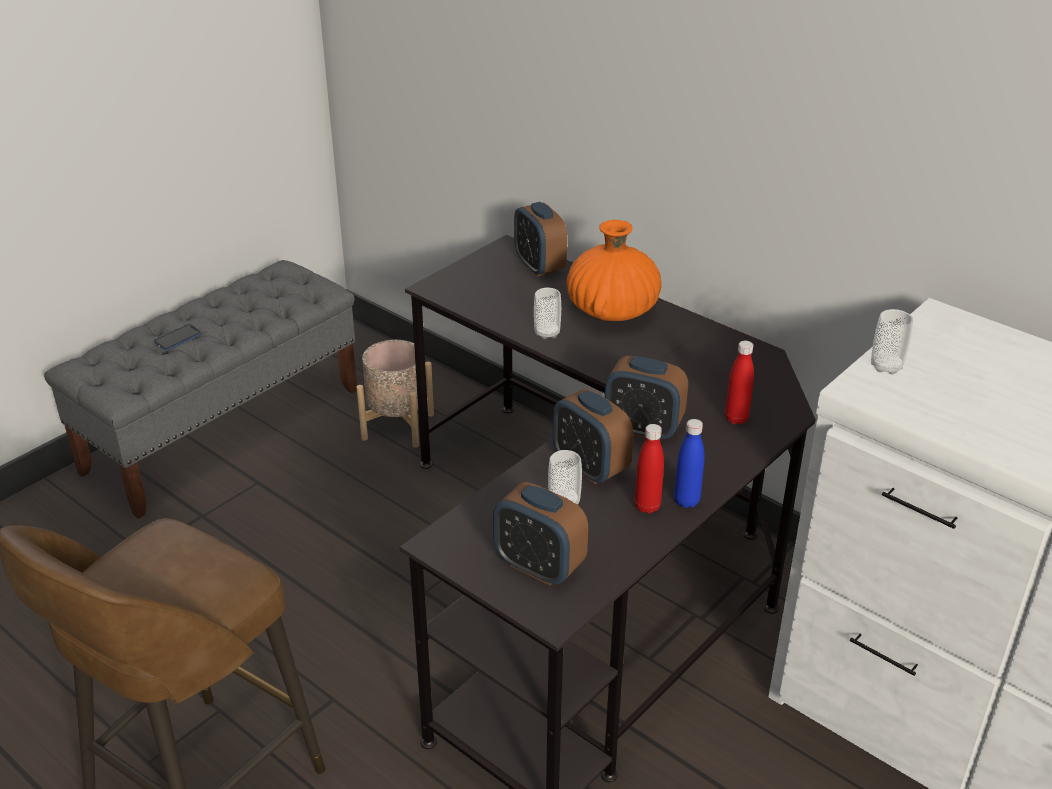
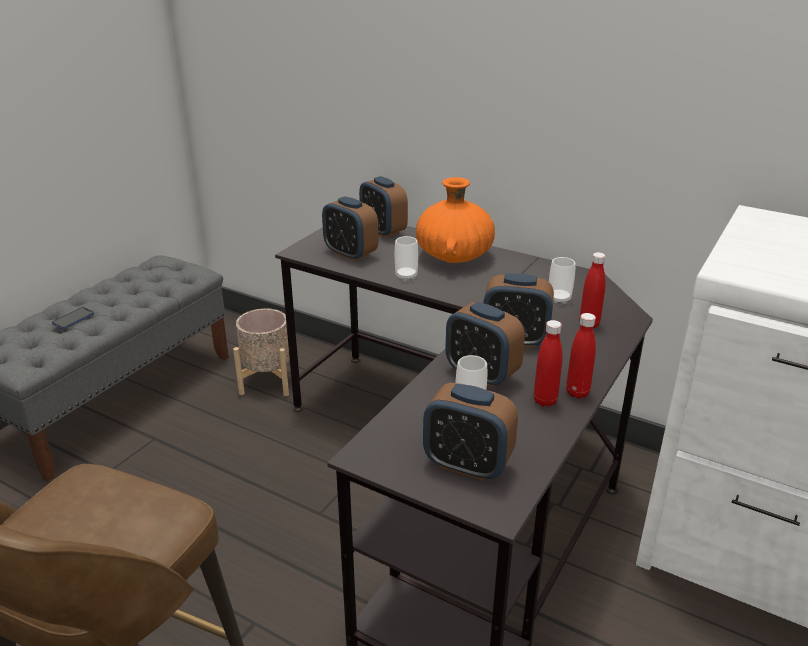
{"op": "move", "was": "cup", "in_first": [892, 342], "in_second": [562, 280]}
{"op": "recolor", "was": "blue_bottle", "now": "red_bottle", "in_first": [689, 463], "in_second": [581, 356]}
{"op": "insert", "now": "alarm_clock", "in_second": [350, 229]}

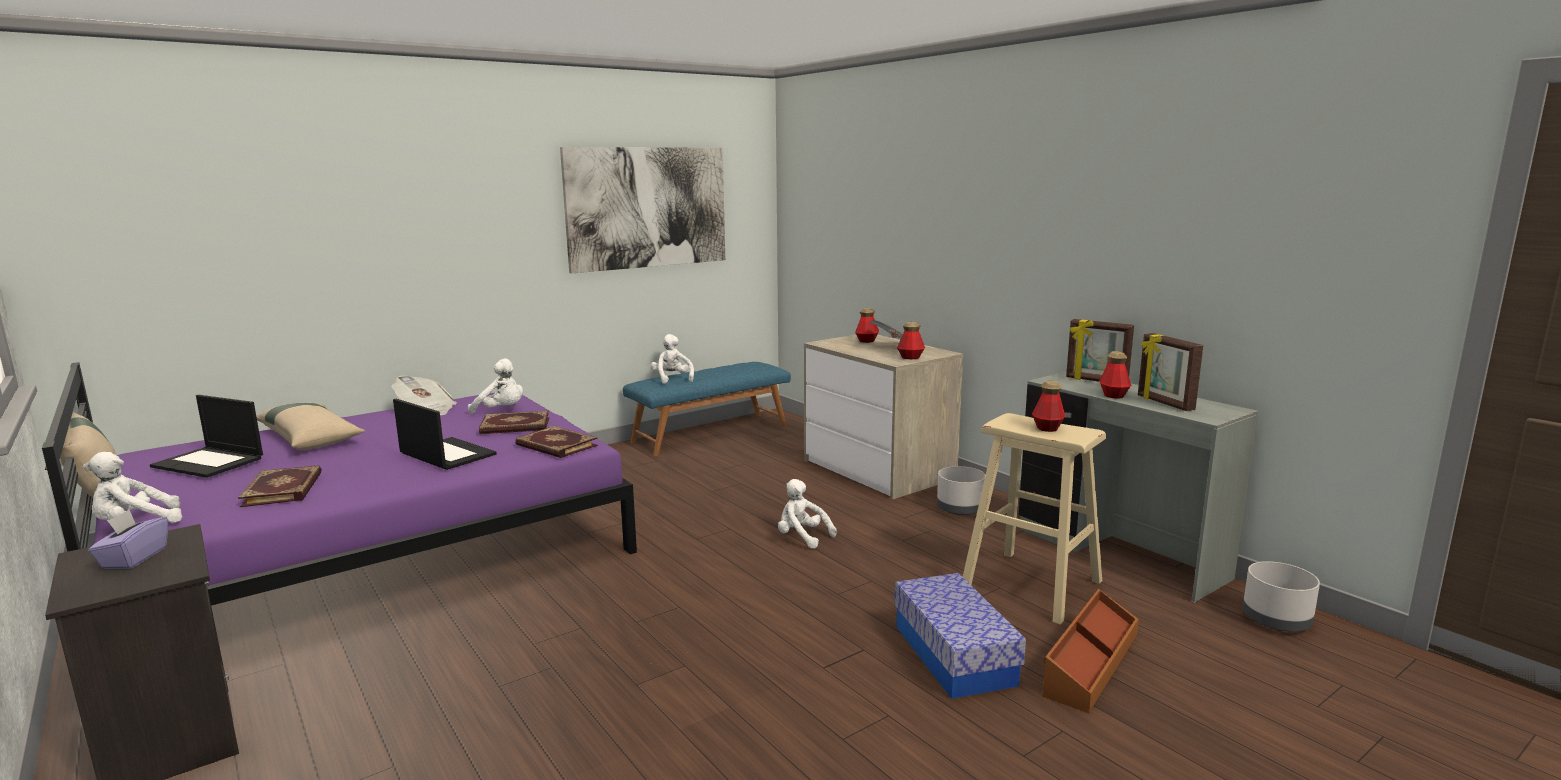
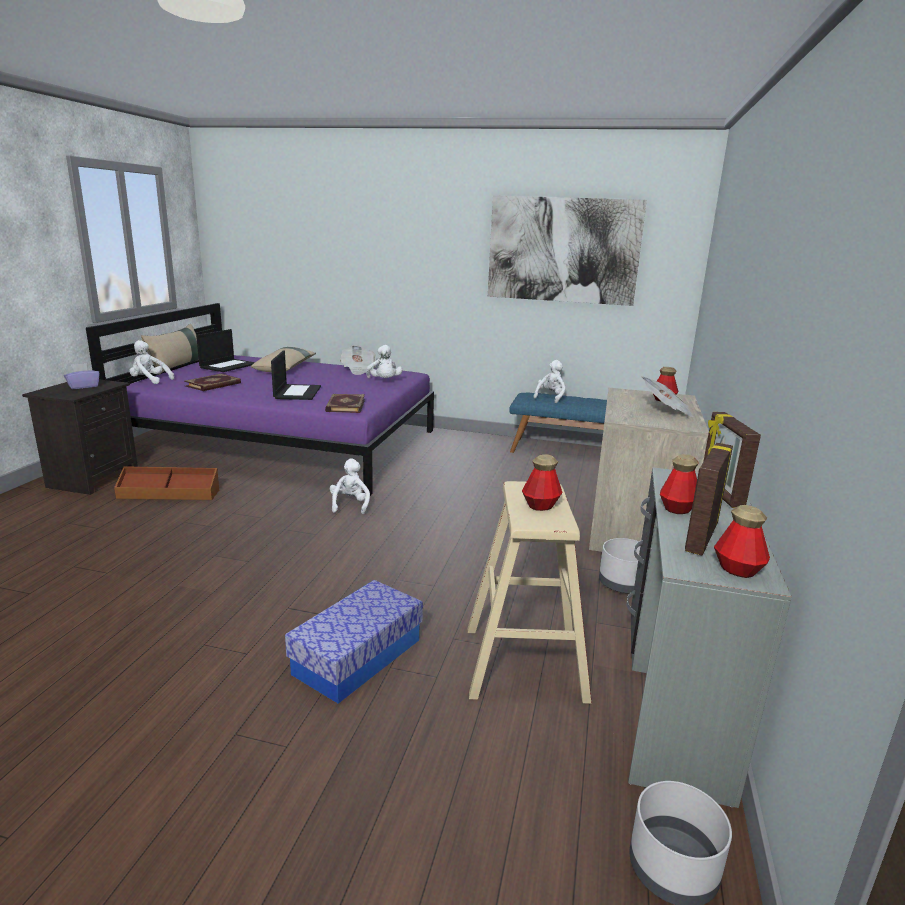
{"op": "move", "was": "bottle", "in_first": [911, 340], "in_second": [742, 541]}
{"op": "rotate", "was": "laptop", "in_first": [206, 436], "in_second": [225, 350], "clockwise": -135}
{"op": "delete", "was": "book", "in_first": [514, 422]}
{"op": "move", "was": "white_plush_toy", "in_first": [807, 514], "in_second": [350, 486]}
{"op": "move", "was": "brown_storage_box", "in_first": [1090, 651], "in_second": [166, 483]}

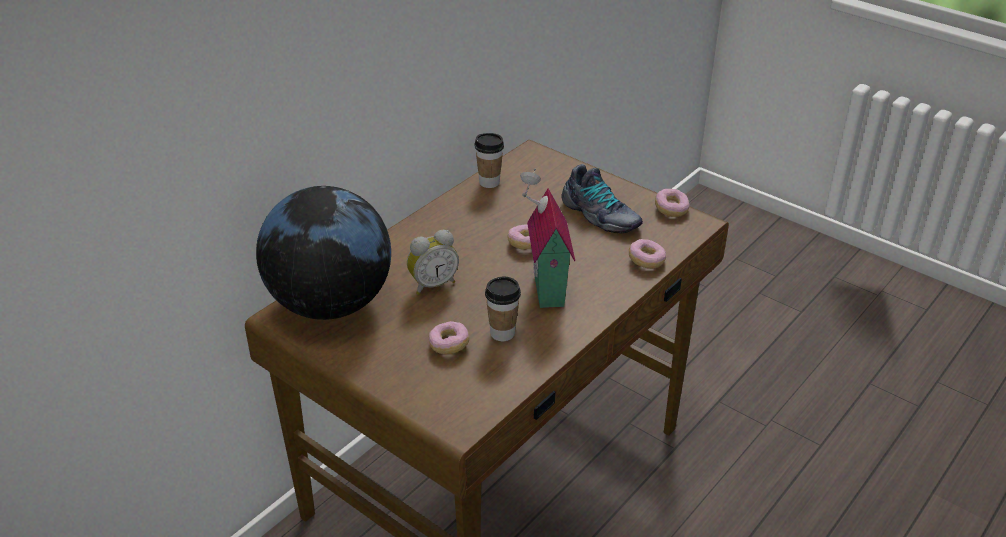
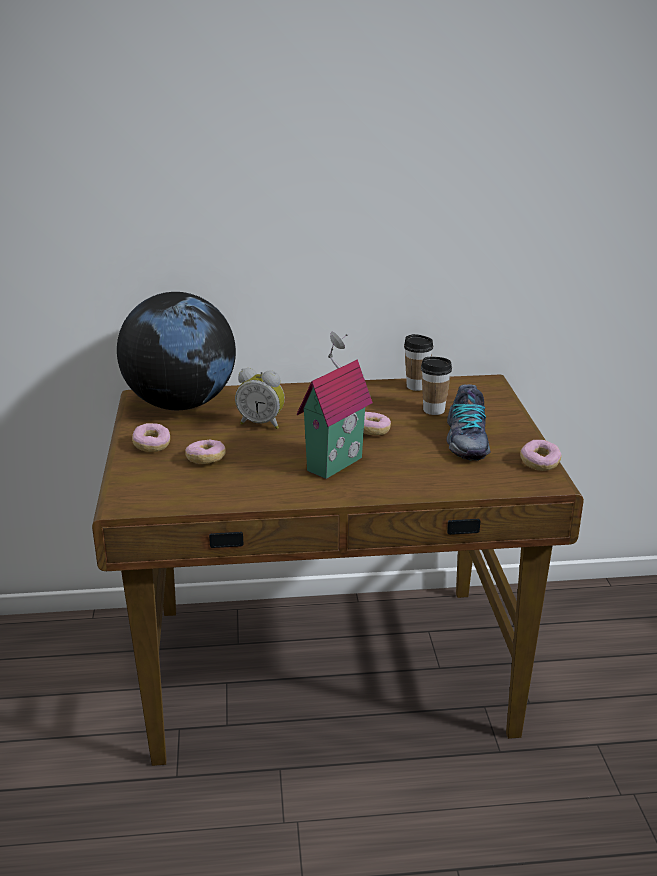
{"op": "move", "was": "donut", "in_first": [647, 254], "in_second": [151, 437]}
{"op": "move", "was": "cup", "in_first": [503, 309], "in_second": [436, 386]}

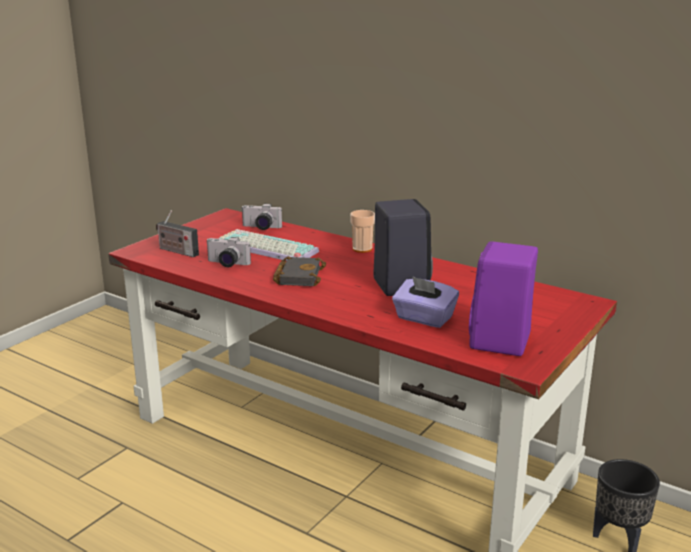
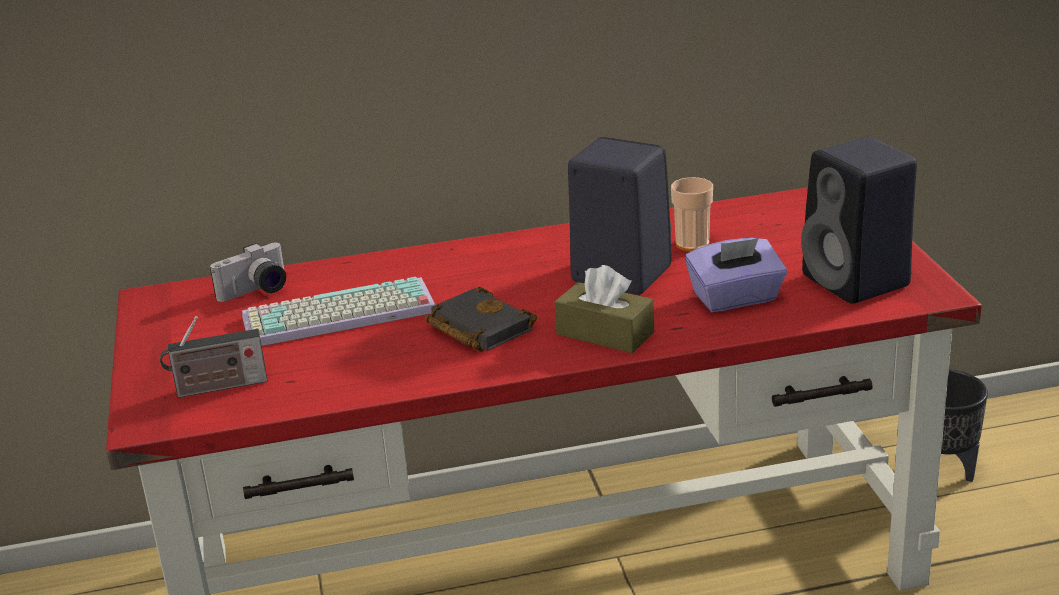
{"op": "move", "was": "cup", "in_first": [362, 231], "in_second": [692, 214]}
{"op": "delete", "was": "photo_camera", "in_first": [229, 252]}
{"op": "recolor", "was": "purple_speaker", "now": "black_speaker", "in_first": [503, 298], "in_second": [859, 220]}
{"op": "insert", "now": "brown_tissue_box", "in_second": [604, 309]}

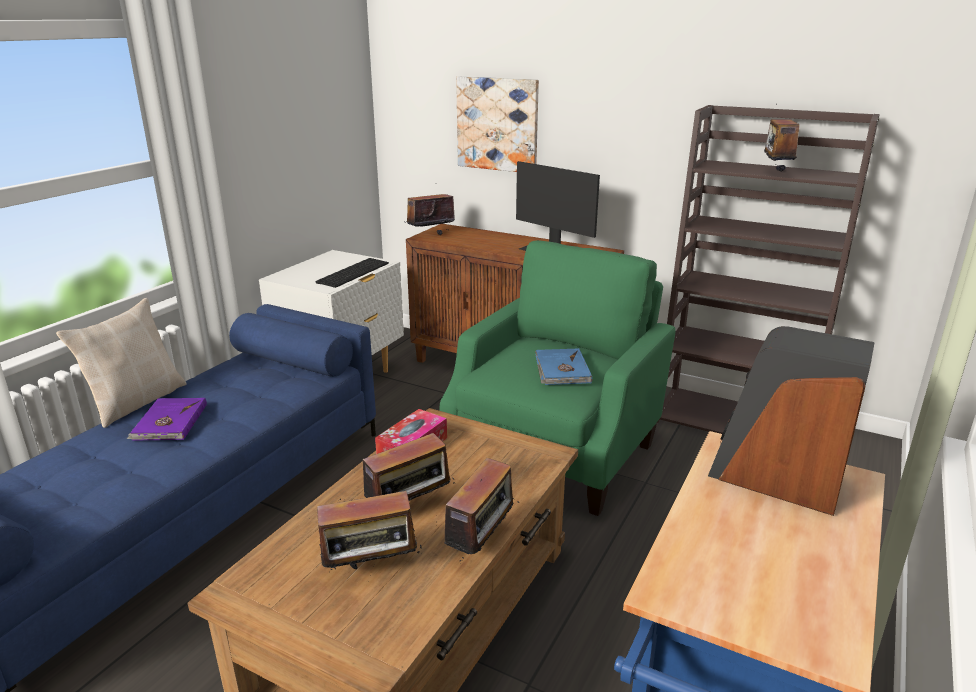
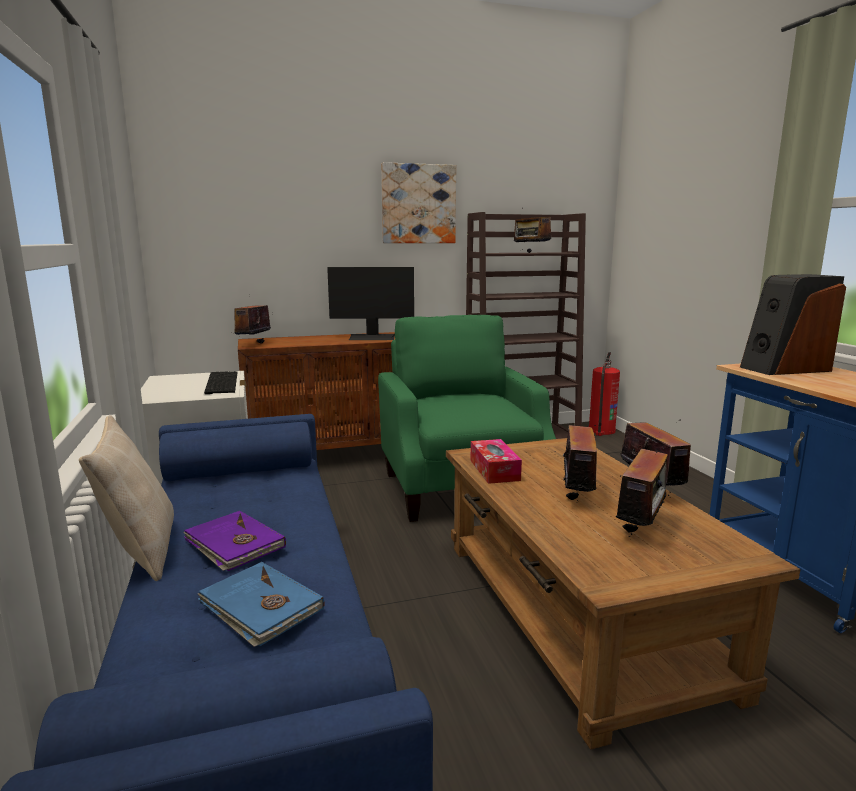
{"op": "move", "was": "picture", "in_first": [497, 124], "in_second": [418, 202]}
{"op": "move", "was": "blue_book", "in_first": [563, 366], "in_second": [260, 604]}
{"op": "insert", "now": "fire_extinguisher", "in_second": [604, 394]}

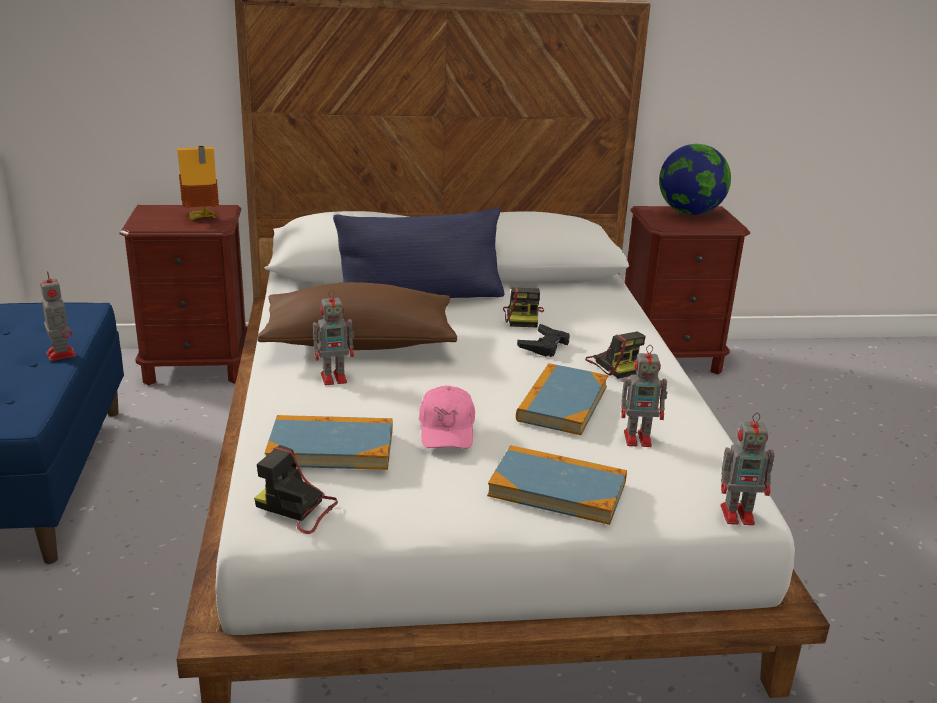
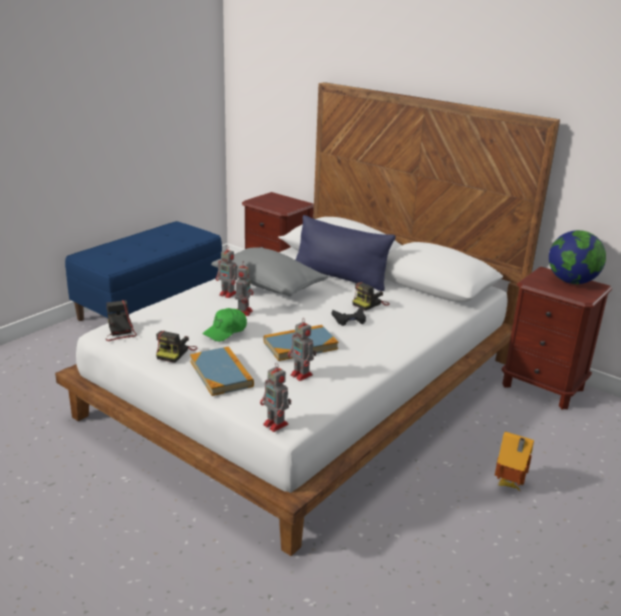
{"op": "move", "was": "toy_house", "in_first": [198, 183], "in_second": [514, 460]}
{"op": "move", "was": "toy_robot", "in_first": [58, 316], "in_second": [244, 288]}
{"op": "recolor", "was": "brown_pillow", "now": "grey_pillow", "in_first": [357, 316], "in_second": [269, 272]}
{"op": "move", "was": "photo_camera", "in_first": [615, 355], "in_second": [177, 347]}
{"op": "recolor", "was": "pink_cap", "now": "green_cap", "in_first": [447, 417], "in_second": [225, 325]}
{"op": "delete", "was": "book", "in_first": [329, 442]}

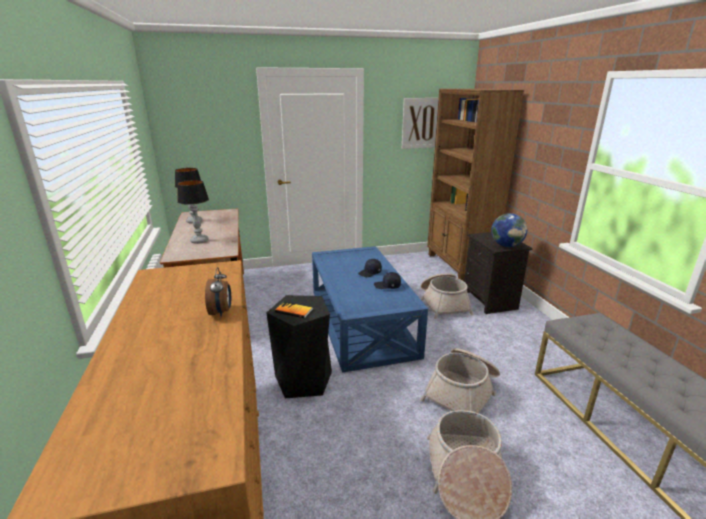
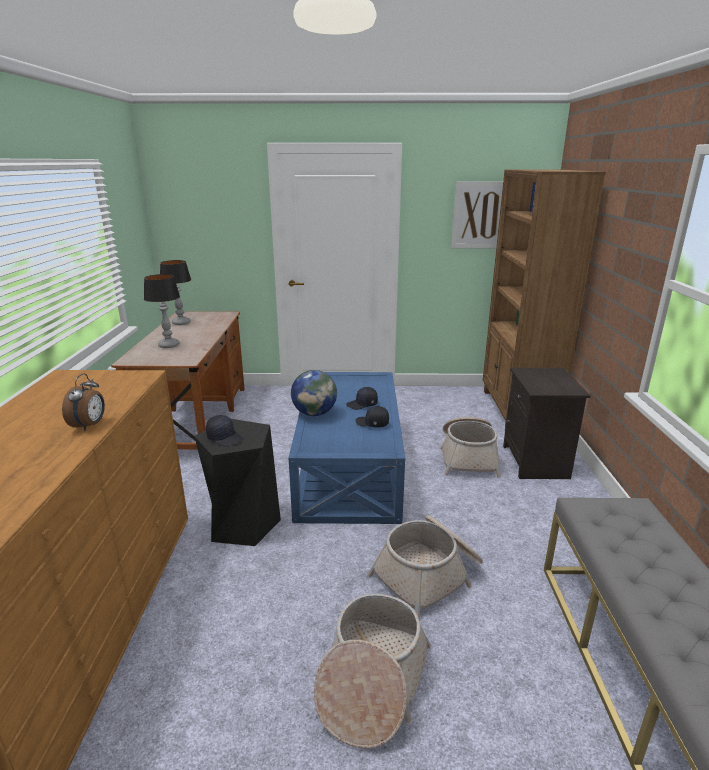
{"op": "move", "was": "globe", "in_first": [509, 230], "in_second": [314, 393]}
{"op": "replace", "was": "book", "now": "black_cap", "in_first": [294, 309], "in_second": [224, 431]}

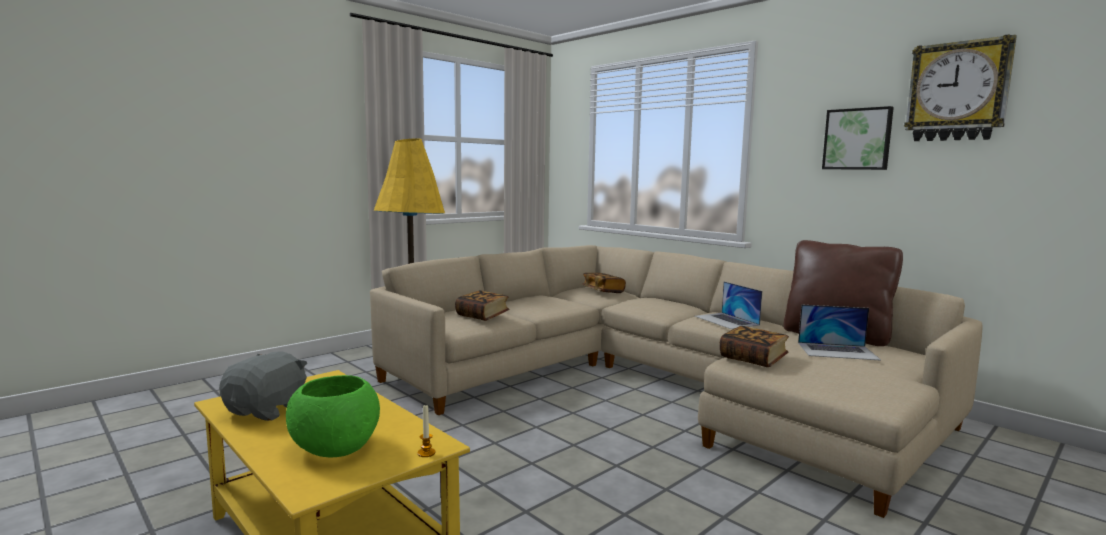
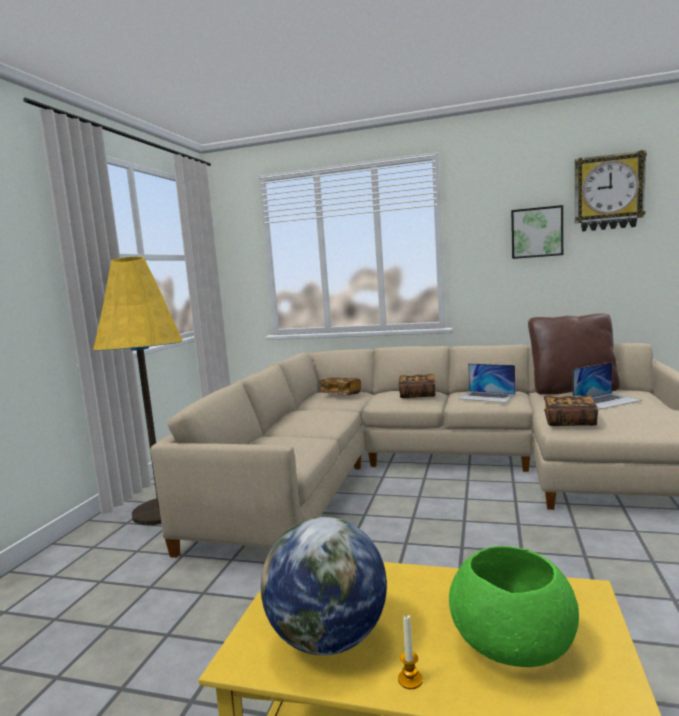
{"op": "move", "was": "book", "in_first": [482, 305], "in_second": [417, 386]}
{"op": "replace", "was": "grey_plush_toy", "now": "globe", "in_first": [263, 386], "in_second": [324, 586]}
{"op": "move", "was": "candle", "in_first": [426, 430], "in_second": [410, 651]}

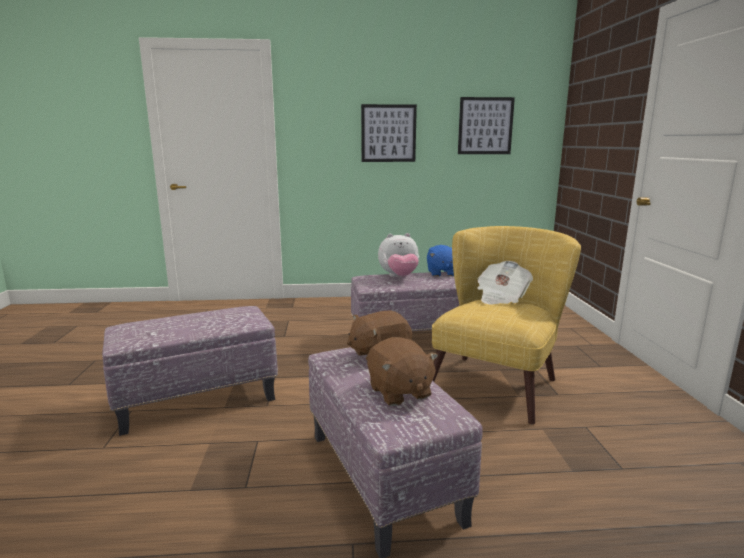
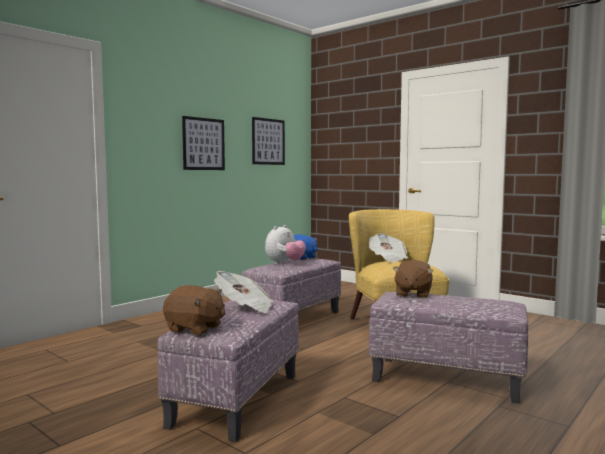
{"op": "move", "was": "brown_plush_toy", "in_first": [402, 371], "in_second": [194, 310]}
{"op": "insert", "now": "newspaper", "in_second": [244, 292]}

